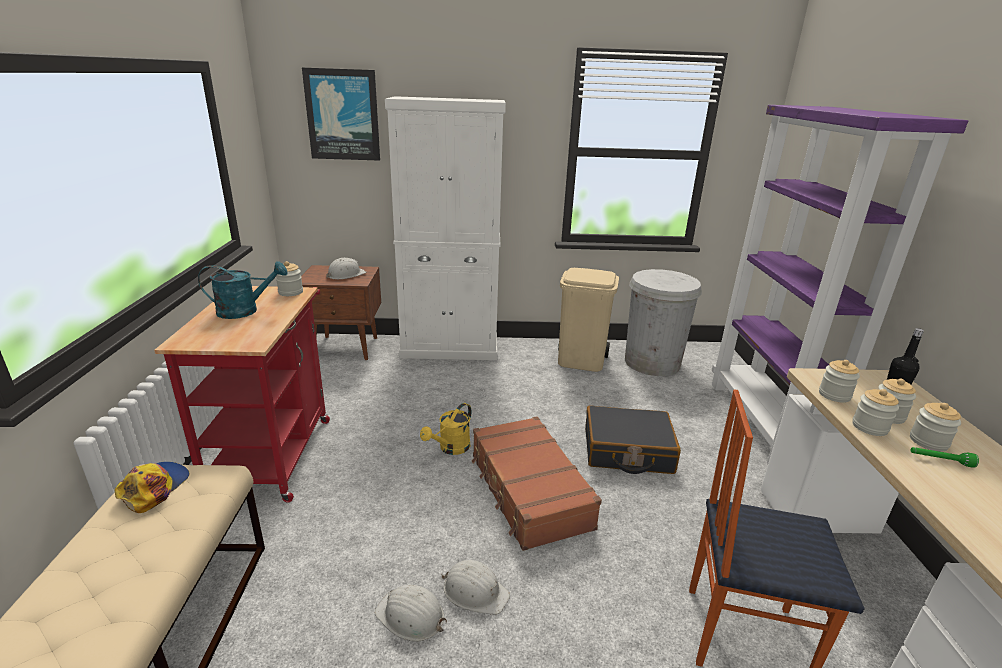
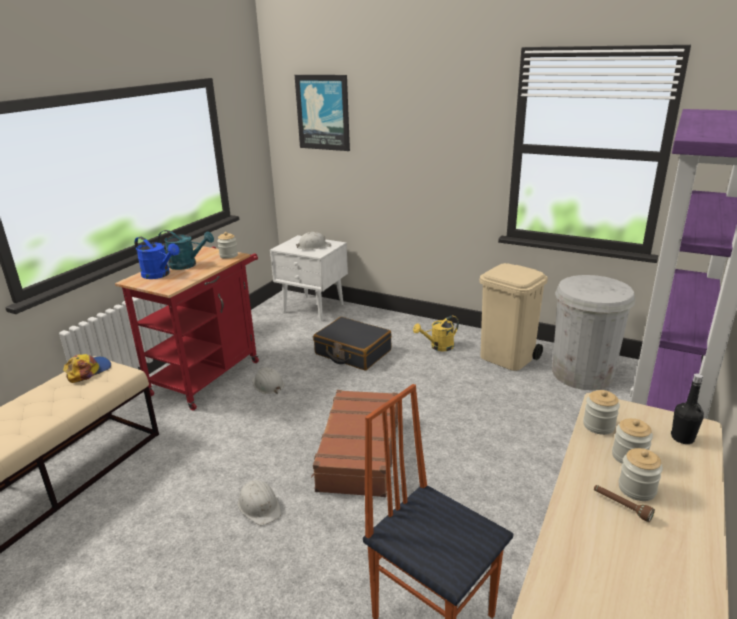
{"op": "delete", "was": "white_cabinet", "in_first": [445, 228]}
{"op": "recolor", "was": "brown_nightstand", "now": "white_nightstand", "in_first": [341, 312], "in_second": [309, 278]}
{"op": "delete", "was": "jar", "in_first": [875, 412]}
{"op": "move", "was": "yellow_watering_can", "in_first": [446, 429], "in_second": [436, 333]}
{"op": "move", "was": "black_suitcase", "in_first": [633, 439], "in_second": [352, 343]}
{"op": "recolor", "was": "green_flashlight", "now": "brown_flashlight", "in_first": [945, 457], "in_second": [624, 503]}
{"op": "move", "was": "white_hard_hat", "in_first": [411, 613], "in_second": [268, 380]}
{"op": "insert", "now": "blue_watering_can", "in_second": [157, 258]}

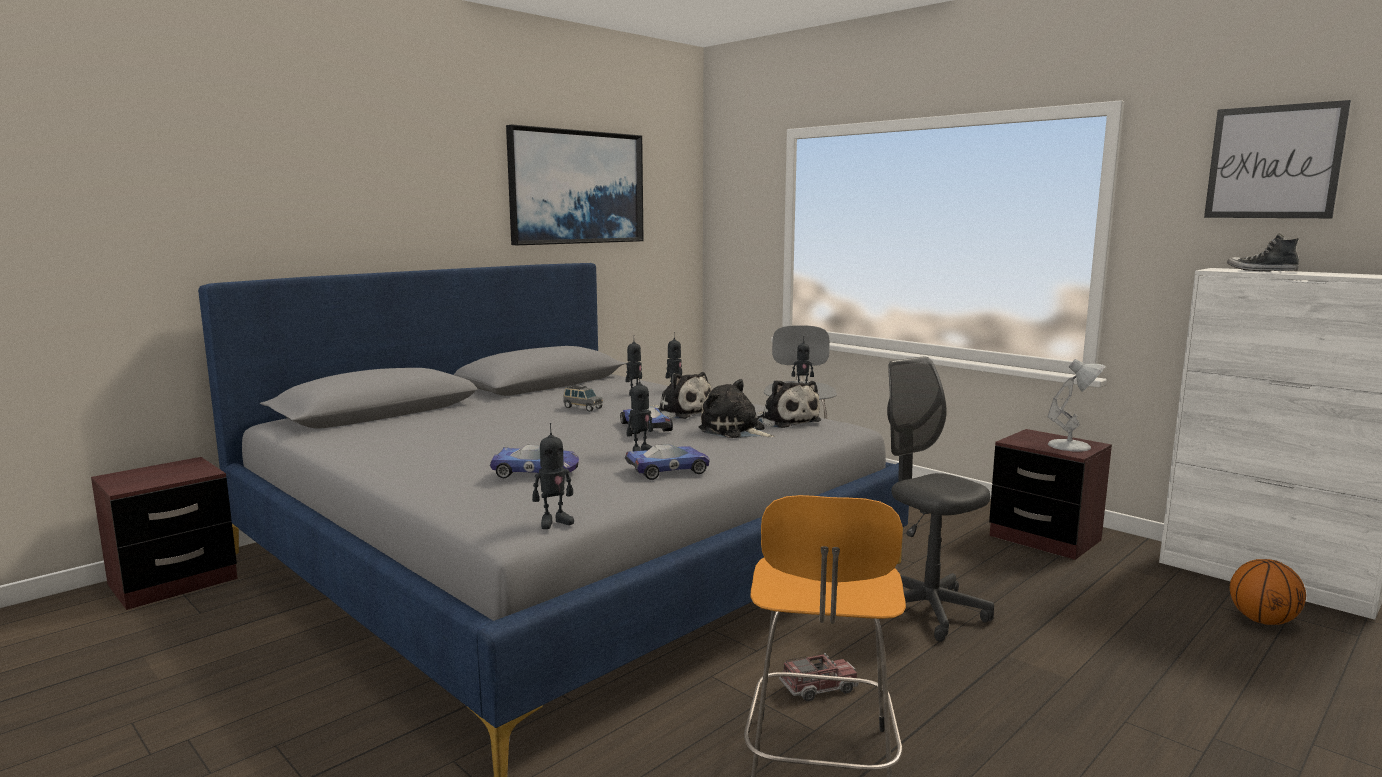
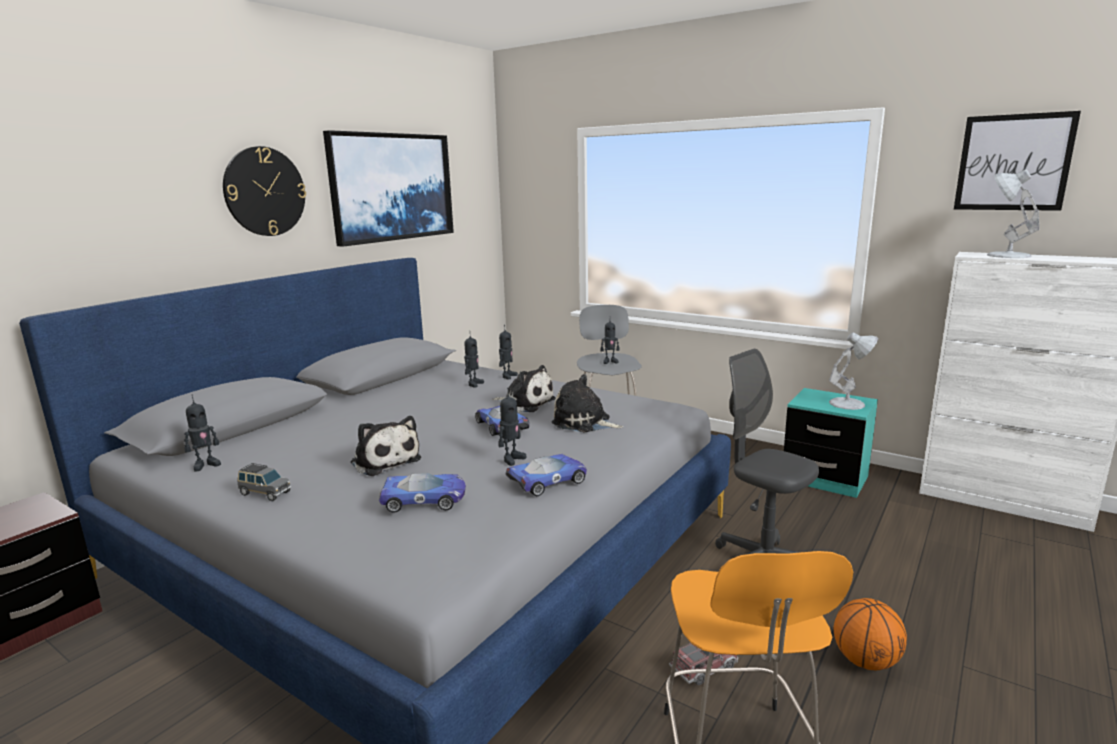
{"op": "replace", "was": "shoe", "now": "white_table_lamp", "in_first": [1263, 253], "in_second": [1013, 214]}
{"op": "move", "was": "plush_toy", "in_first": [789, 404], "in_second": [386, 446]}
{"op": "move", "was": "grey_toy_car", "in_first": [583, 398], "in_second": [264, 482]}
{"op": "move", "was": "toy_robot", "in_first": [553, 476], "in_second": [202, 433]}
{"op": "recolor", "was": "brown_nightstand", "now": "turquoise_nightstand", "in_first": [1050, 494], "in_second": [831, 443]}
{"op": "move", "was": "basketball", "in_first": [1268, 592], "in_second": [870, 634]}
{"op": "insert", "now": "wall_clock", "in_second": [264, 191]}

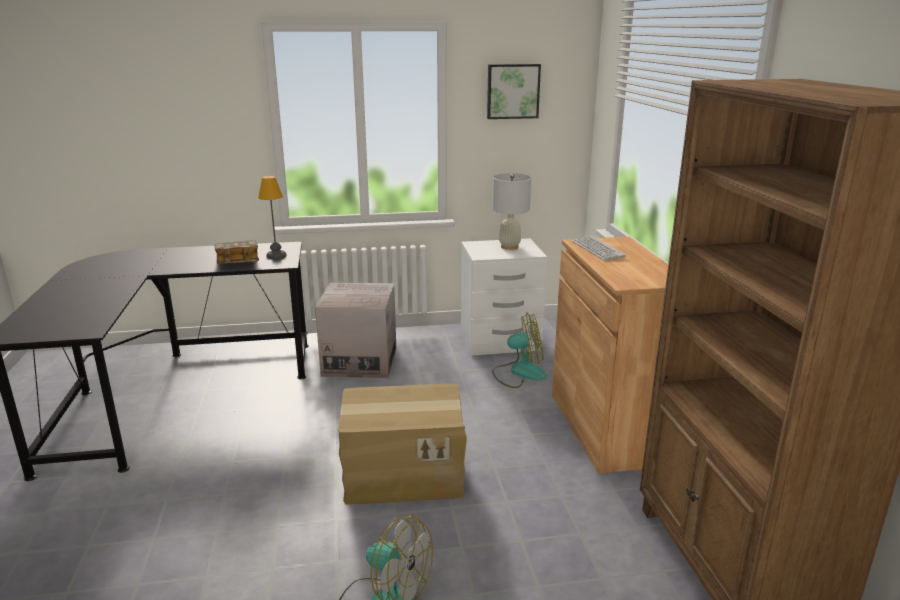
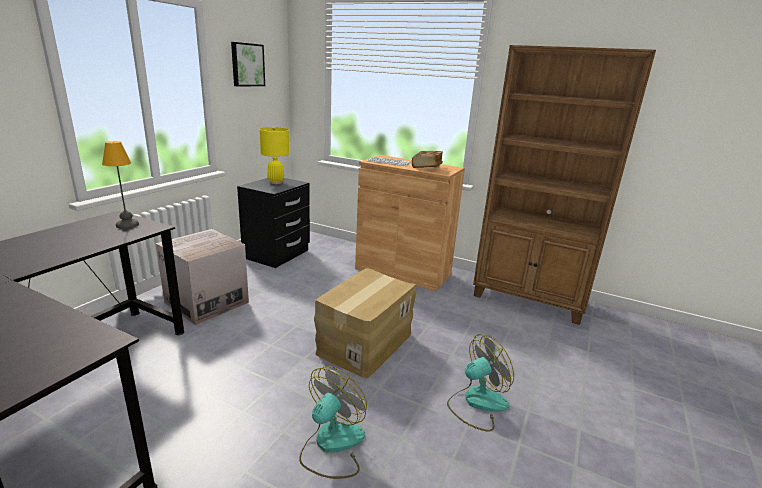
{"op": "recolor", "was": "white_table_lamp", "now": "yellow_table_lamp", "in_first": [511, 211], "in_second": [274, 155]}
{"op": "recolor", "was": "white_nightstand", "now": "black_nightstand", "in_first": [504, 297], "in_second": [273, 223]}
{"op": "move", "was": "book", "in_first": [236, 252], "in_second": [427, 159]}
{"op": "move", "was": "fan", "in_first": [519, 350], "in_second": [333, 422]}

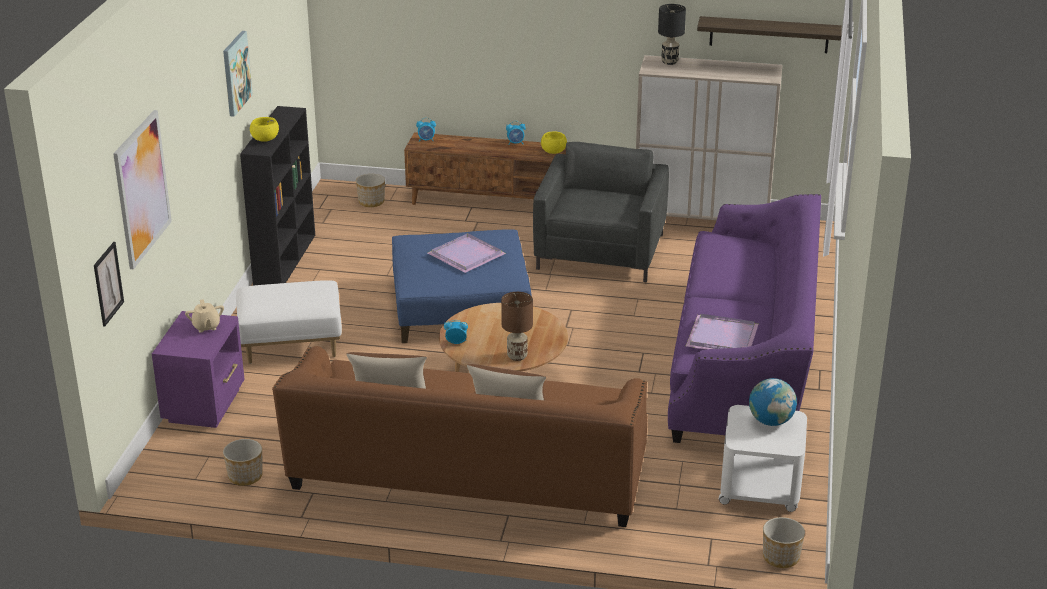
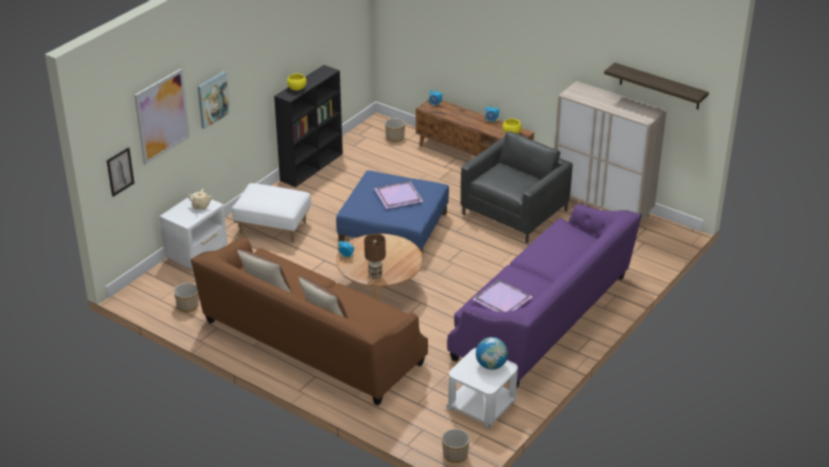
{"op": "delete", "was": "black_table_lamp", "in_first": [672, 34]}
{"op": "move", "was": "picture", "in_first": [238, 74], "in_second": [213, 100]}
{"op": "recolor", "was": "purple_nightstand", "now": "white_nightstand", "in_first": [198, 369], "in_second": [193, 231]}

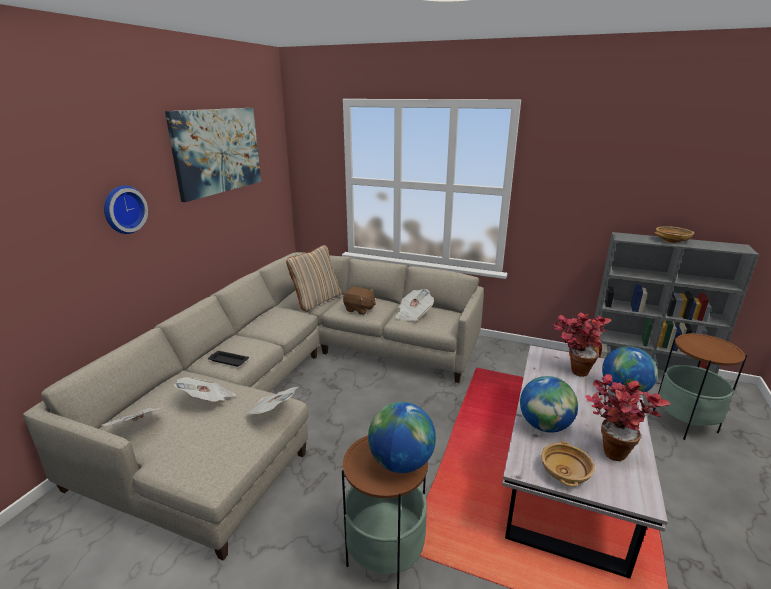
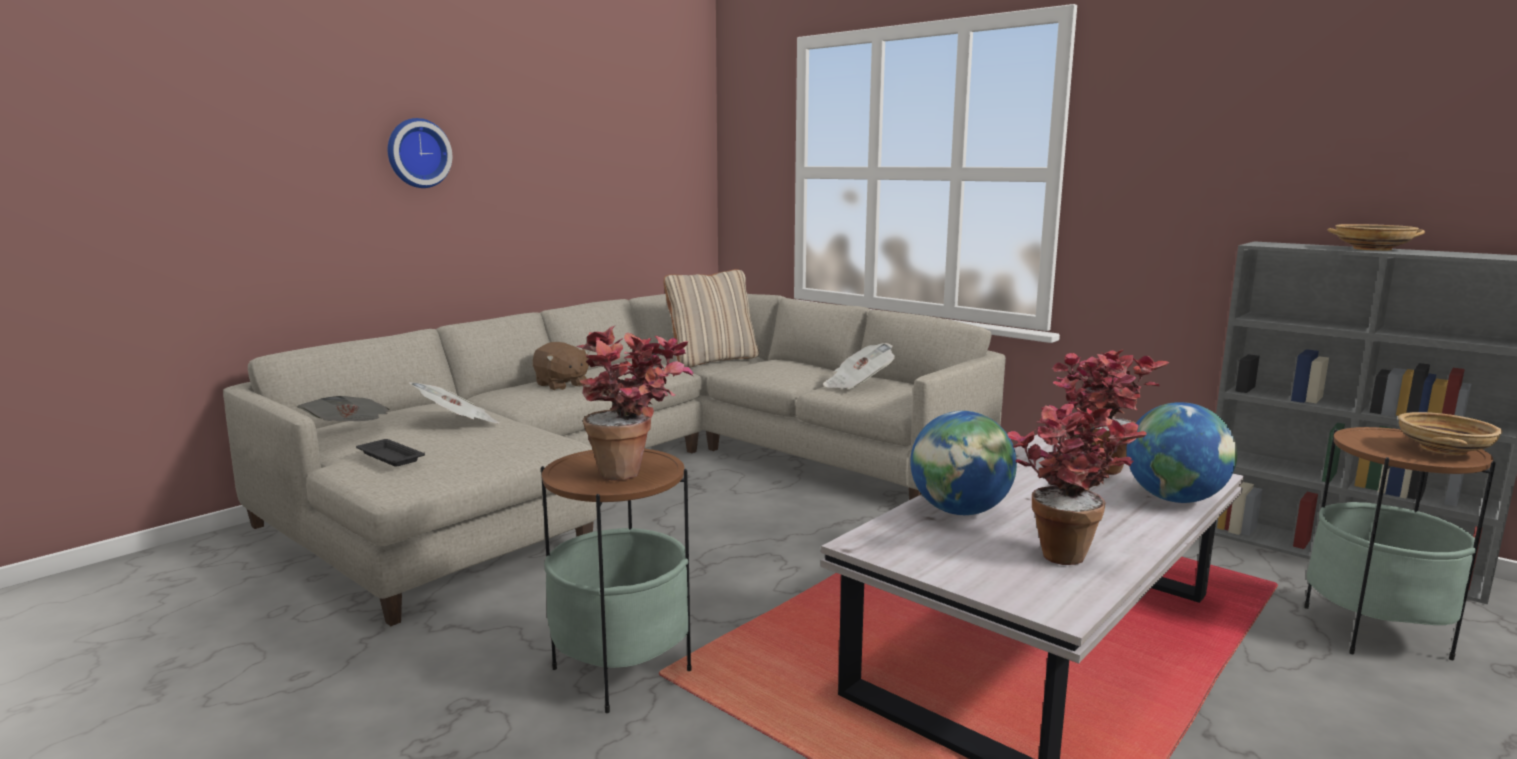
{"op": "delete", "was": "picture", "in_first": [213, 155]}
{"op": "move", "was": "brown_plush_toy", "in_first": [359, 301], "in_second": [561, 366]}
{"op": "move", "was": "black_tray", "in_first": [228, 359], "in_second": [390, 453]}
{"op": "delete", "was": "newspaper", "in_first": [271, 401]}
{"op": "replace", "was": "globe", "now": "potted_plant", "in_first": [402, 437], "in_second": [634, 403]}
{"op": "move", "was": "beige_bowl", "in_first": [568, 464], "in_second": [1450, 433]}

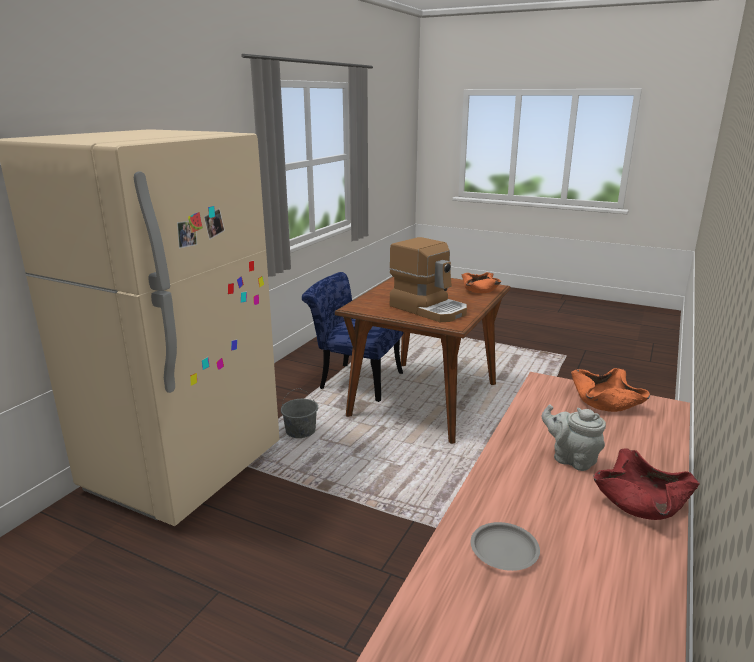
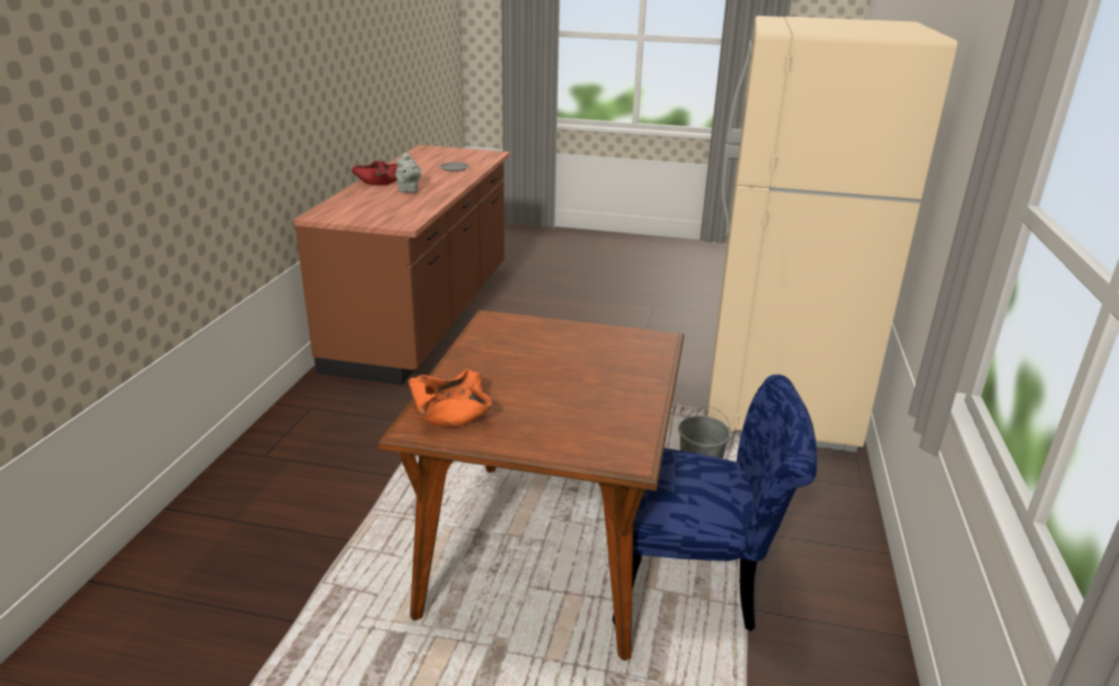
{"op": "delete", "was": "coffee_machine", "in_first": [428, 279]}
{"op": "delete", "was": "orange_bowl", "in_first": [610, 390]}
{"op": "rotate", "was": "grey_teapot", "in_first": [574, 437], "in_second": [408, 172], "clockwise": 45}

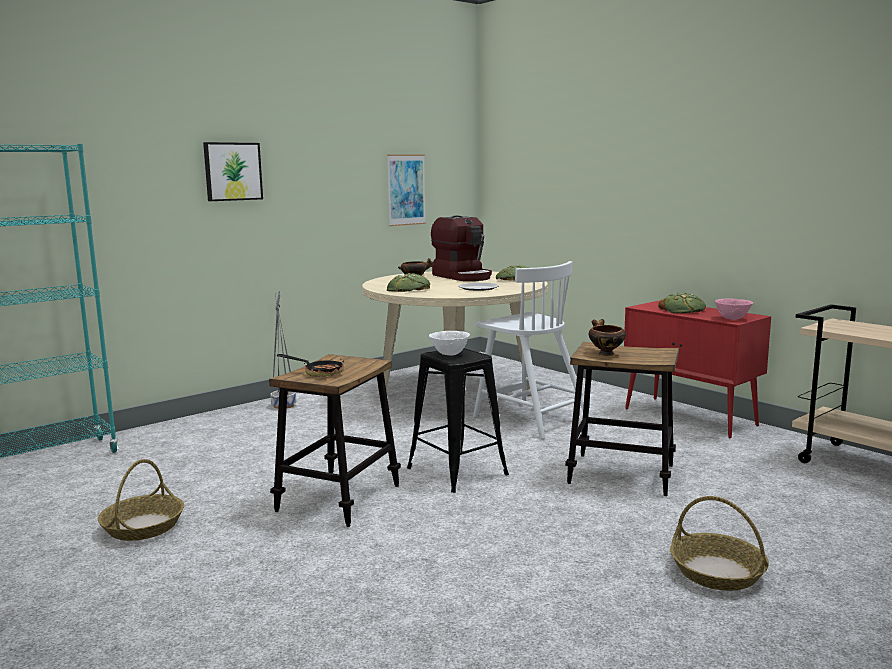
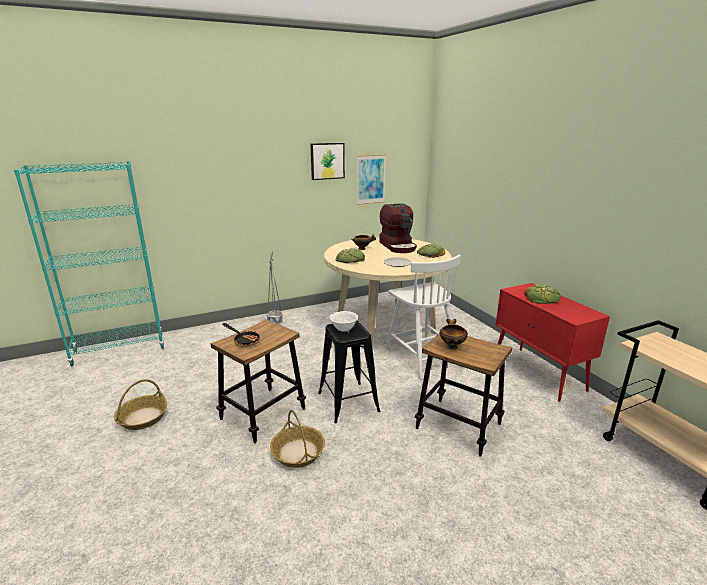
{"op": "move", "was": "picture", "in_first": [233, 171], "in_second": [327, 161]}
{"op": "delete", "was": "pink_bowl", "in_first": [734, 309]}
{"op": "move", "was": "basket", "in_first": [719, 543], "in_second": [297, 439]}

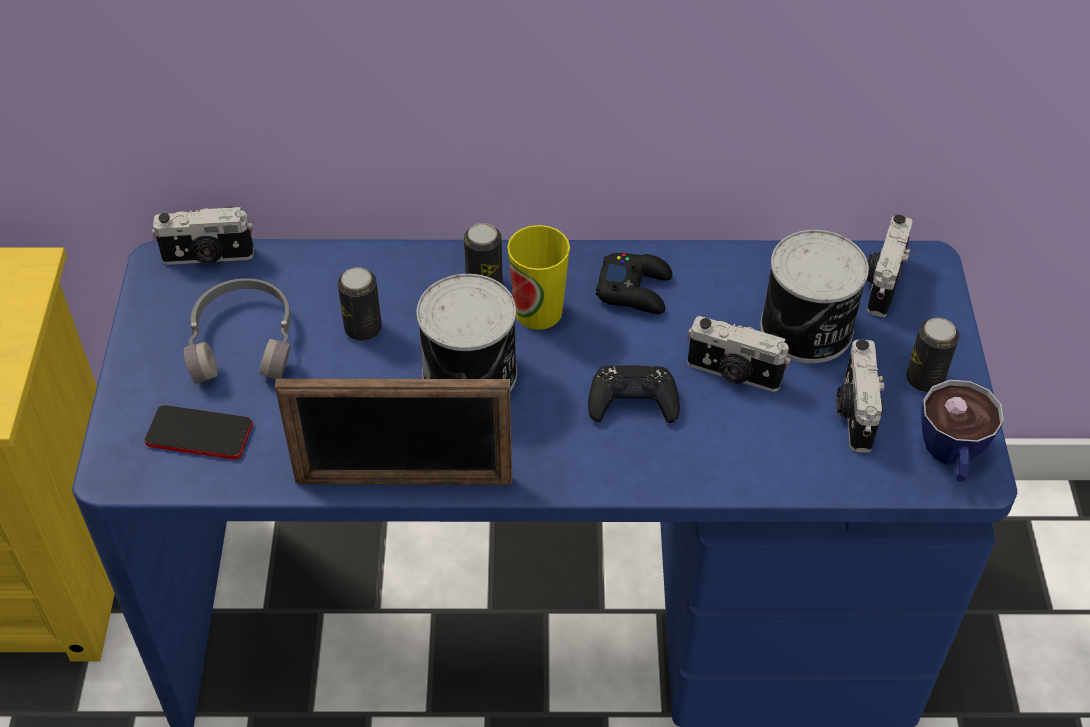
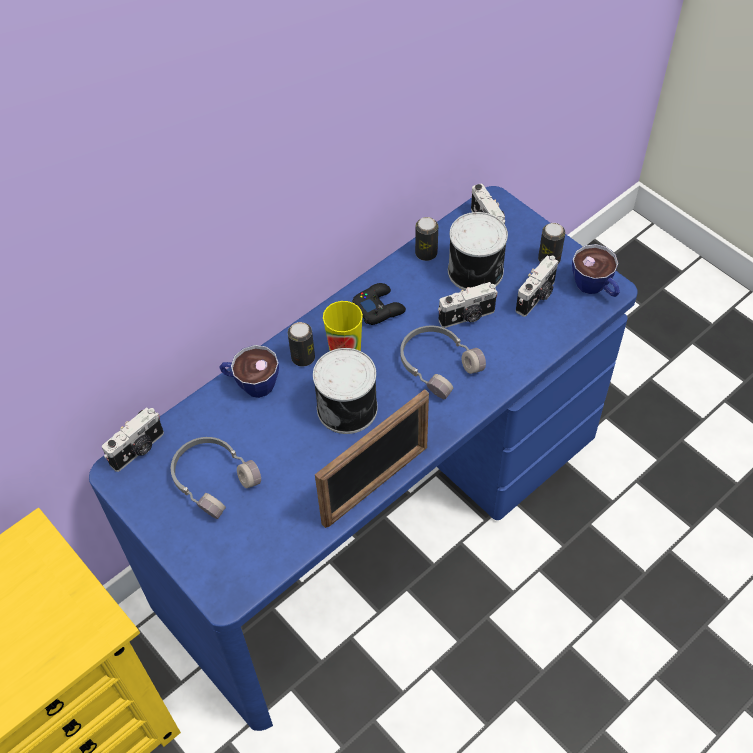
{"op": "move", "was": "can", "in_first": [360, 304], "in_second": [426, 239]}
{"op": "rotate", "was": "photo_camera", "in_first": [860, 396], "in_second": [537, 286], "clockwise": -105}
{"op": "replace", "was": "black_game_controller", "now": "grey_headphones", "in_first": [634, 394], "in_second": [443, 362]}
{"op": "delete", "was": "phone", "in_first": [198, 432]}
{"op": "insert", "now": "cup", "in_second": [249, 371]}

